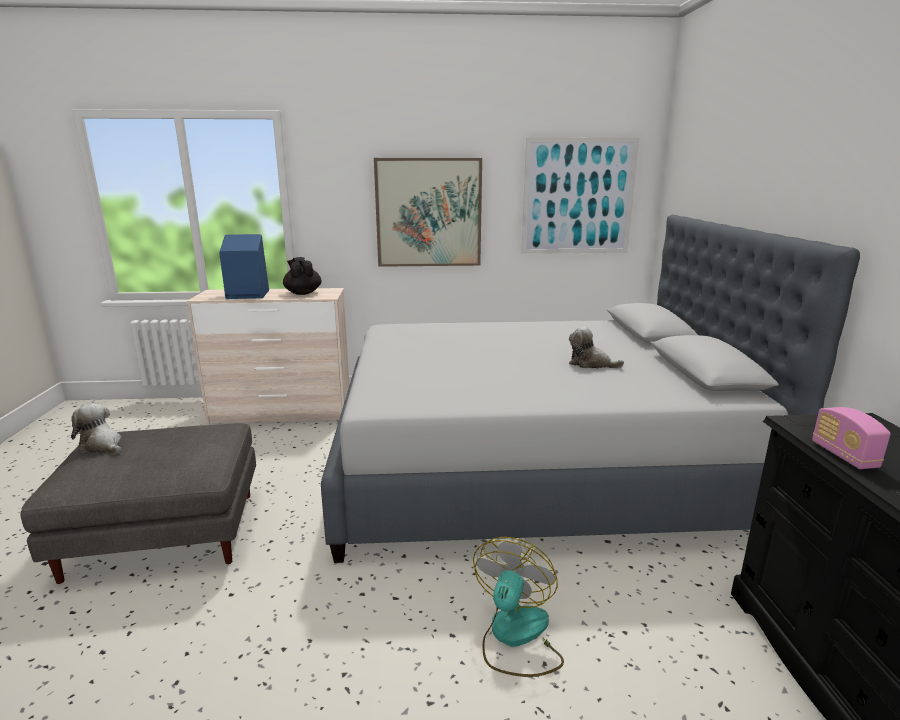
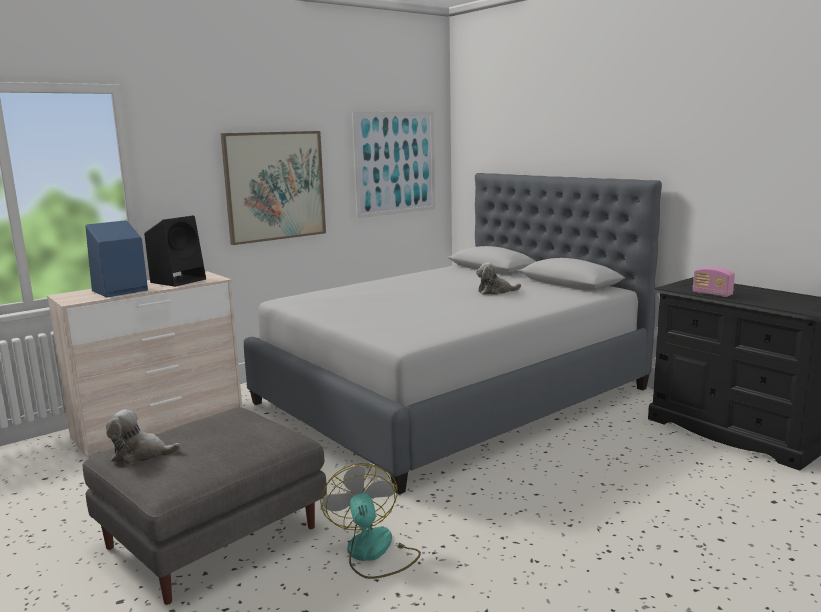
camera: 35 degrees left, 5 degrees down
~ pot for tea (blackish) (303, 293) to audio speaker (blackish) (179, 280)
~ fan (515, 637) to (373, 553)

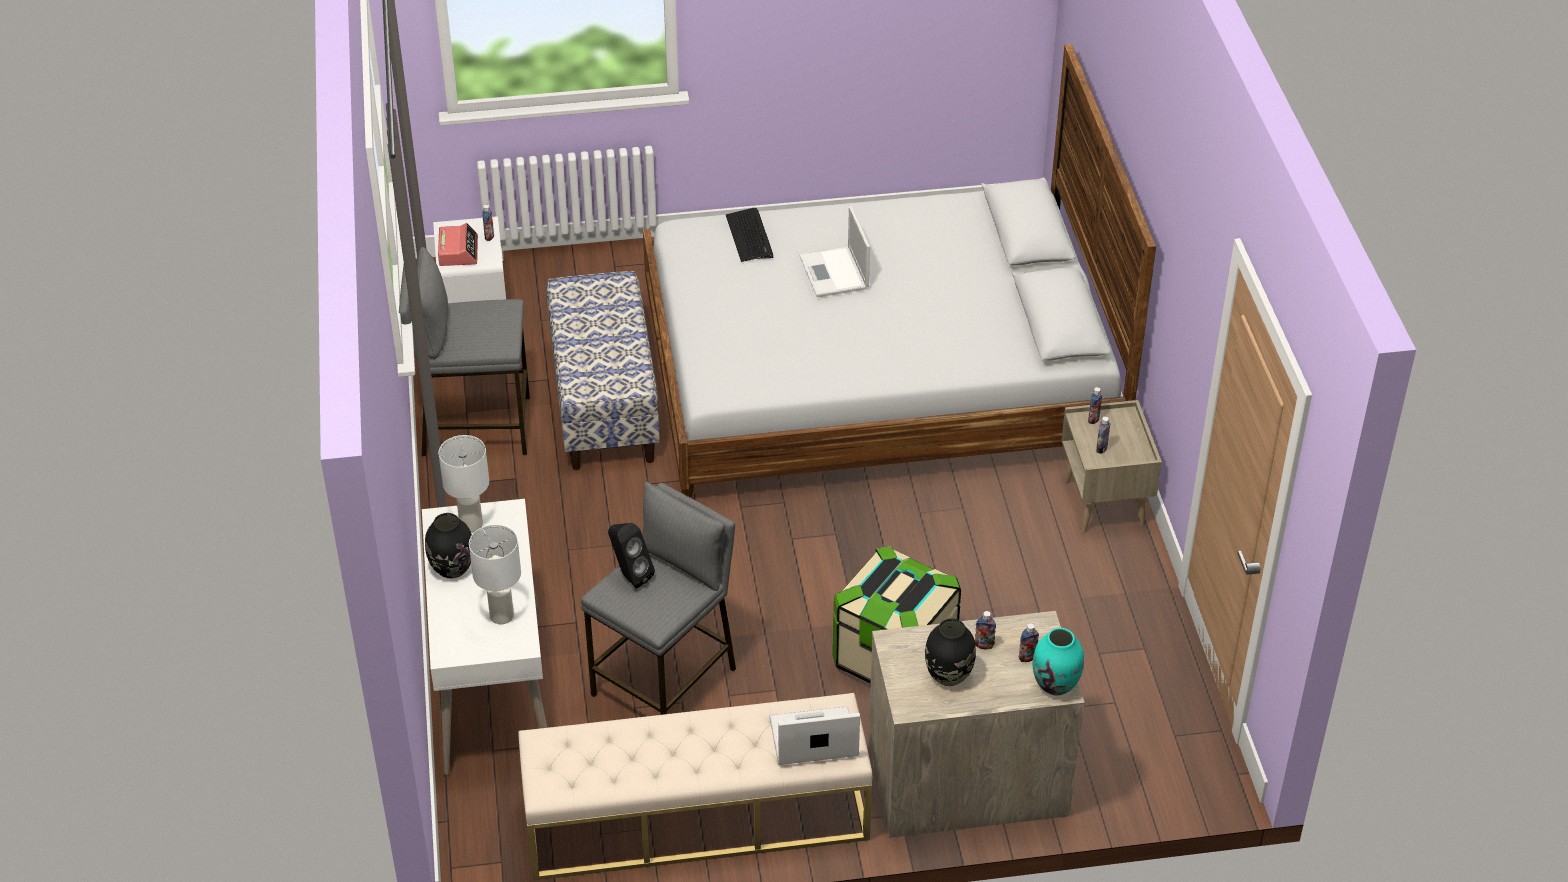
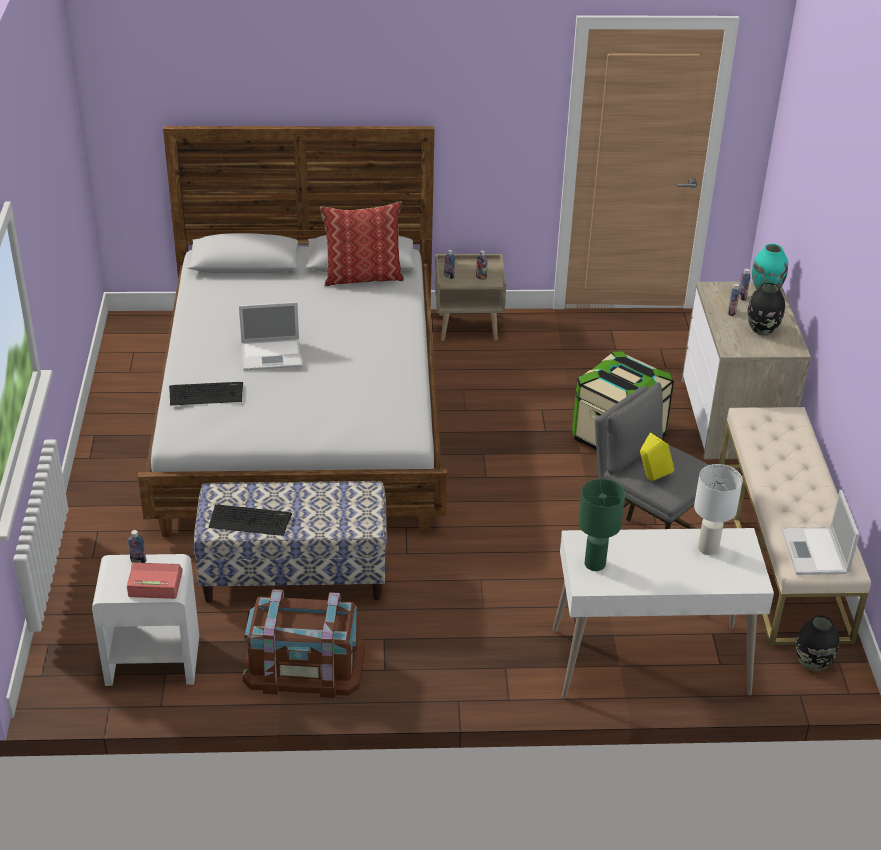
camera: 85 degrees left, 5 degrees down
+ keyboard (250, 521)
~ stool seat (greyish) (475, 426) to storage bin (brown-coloured) (304, 665)
+ pillow (363, 276)
~ table lamp (white-coloured) (470, 524) to table lamp (green-coloured) (594, 564)
~ audio speaker (blackish) (630, 576) to audio speaker (yellowish) (651, 479)
~ notebook computer (811, 738) to (815, 553)
~ vase (blackish) (452, 568) to (811, 663)

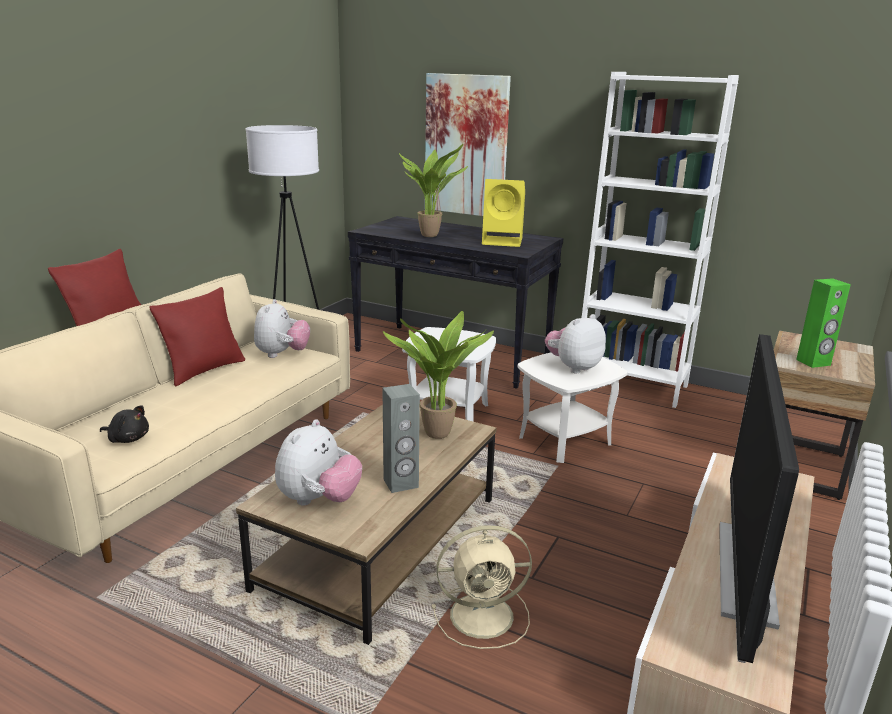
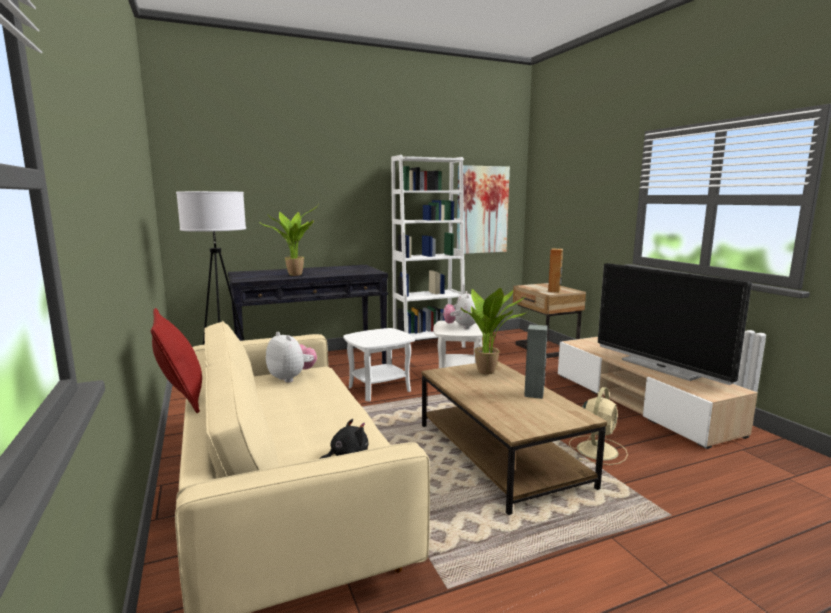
camera: 50 degrees left, 10 degrees down
~ picture (466, 146) to (482, 210)
~ audio speaker (green-coloured) (813, 362) to audio speaker (brown-coloured) (554, 291)
- pillow (red) (204, 370)
- plush toy (319, 500)
- audio speaker (yellowish) (503, 241)

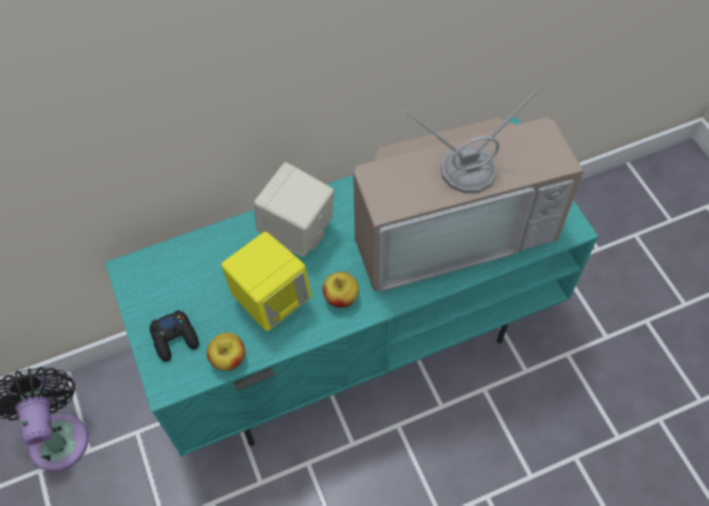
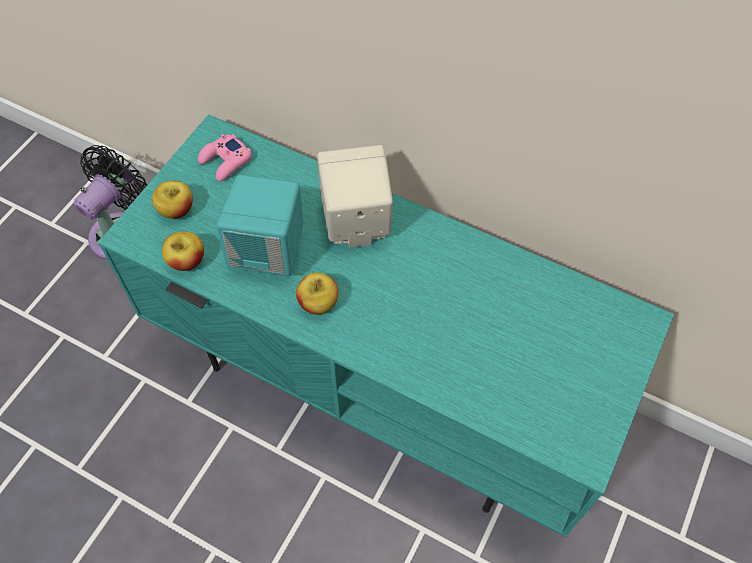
camera: 50 degrees right, 0 degrees up
~ gamepad (blackish) (175, 338) to apple fruit (176, 210)
+ gamepad (pink-coloured) (225, 162)
~ audio speaker (yellowish) (271, 300) to audio speaker (turquoise) (269, 251)
- television (452, 228)

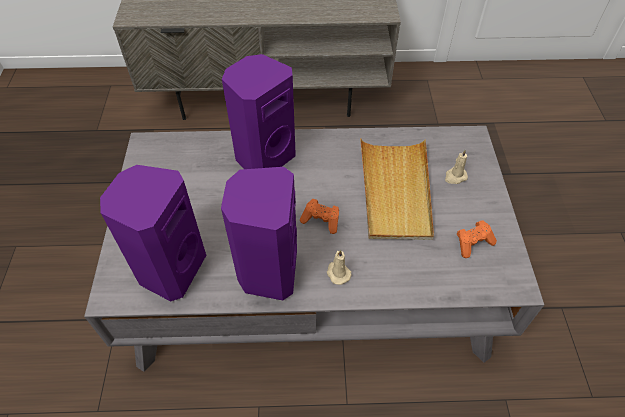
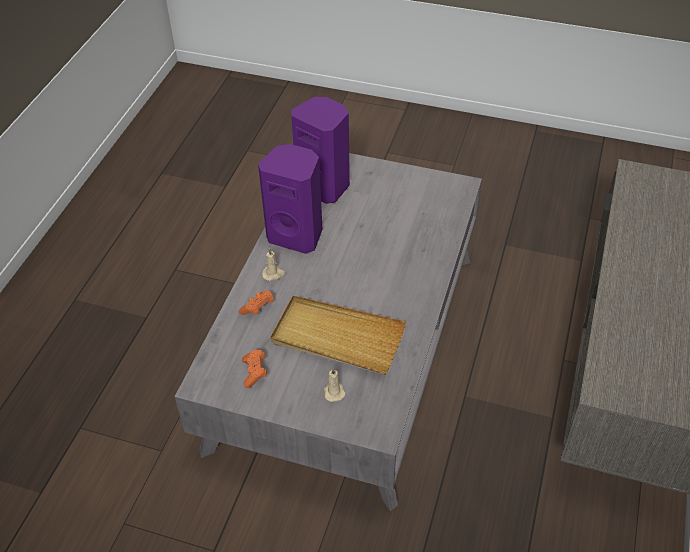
camera: 110 degrees right, 5 degrees down
~ gamepad (orange) (321, 220) to (258, 308)
- audio speaker (purple) (264, 157)

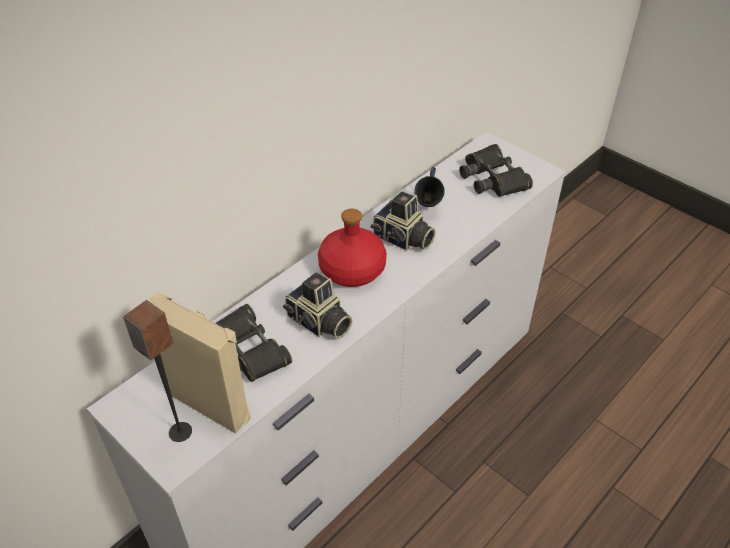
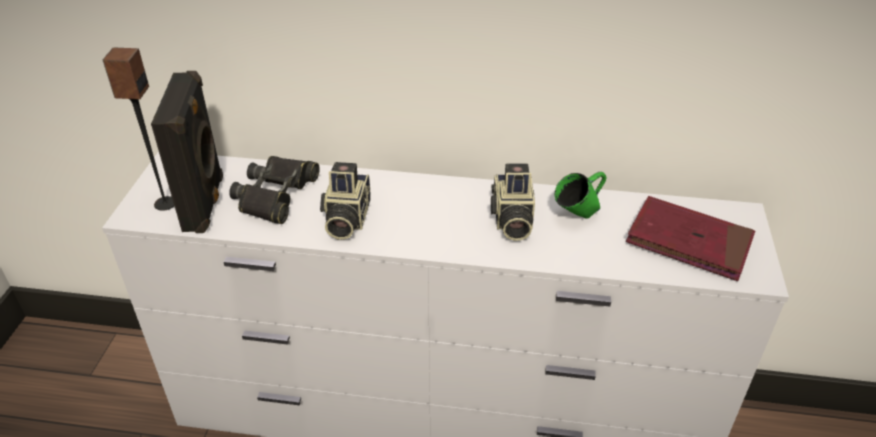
camera: 55 degrees right, 5 degrees down
~ audio speaker (beige) (210, 402) to audio speaker (blackish) (205, 203)
~ tea mug (blue-coloured) (428, 209) to tea mug (green-coloured) (577, 217)
~ binoculars (blackish) (493, 178) to book (red) (689, 242)
- bottle (red) (351, 269)

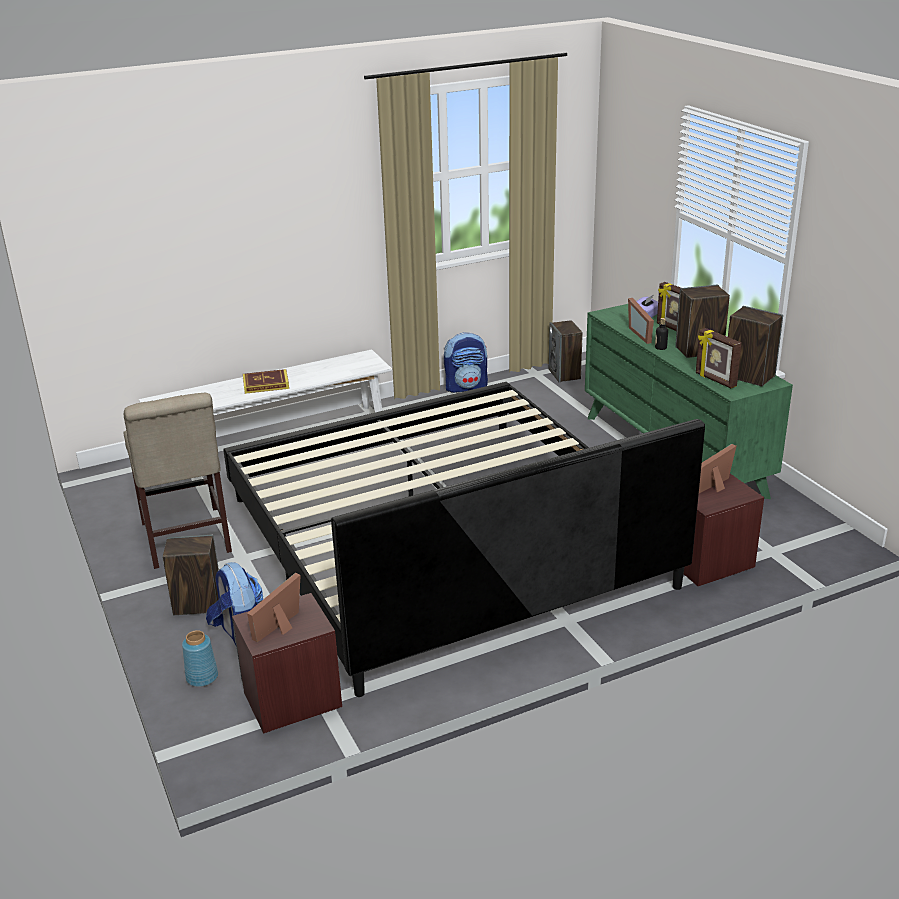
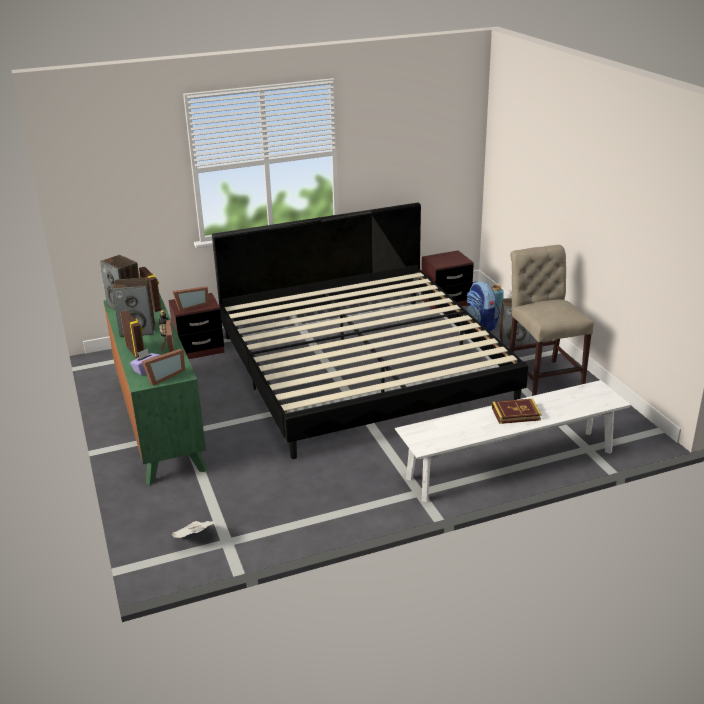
camera: 175 degrees left, 0 degrees up
~ picture frame (282, 626) to (163, 376)
~ audio speaker (564, 374) to daily paper (194, 538)
- rucksack (466, 387)

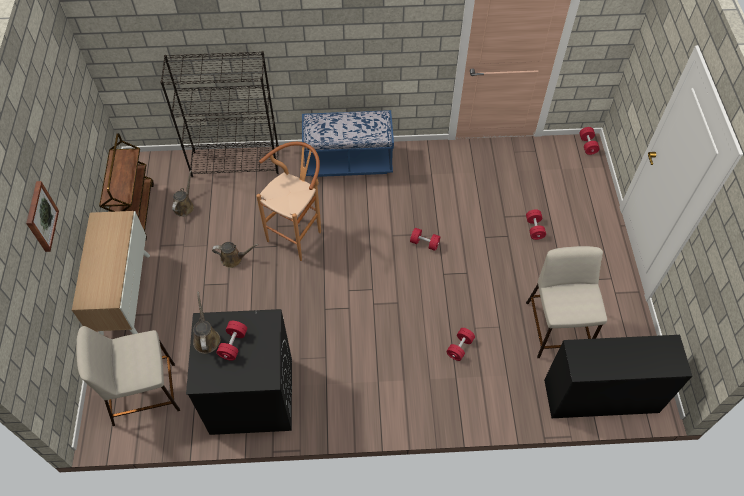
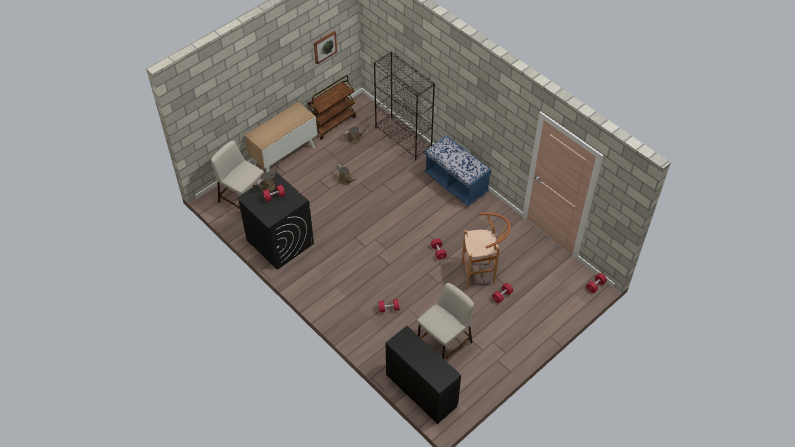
camera: 50 degrees right, 5 degrees down
~ picture (40, 216) to (324, 47)
~ stool seat (brown-coloured) (298, 234) to (481, 274)

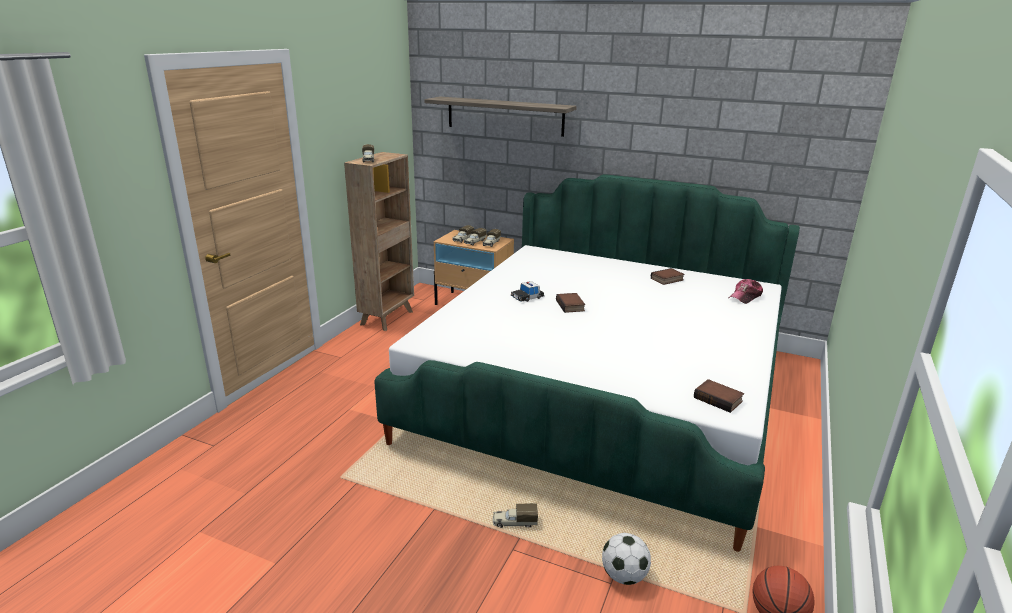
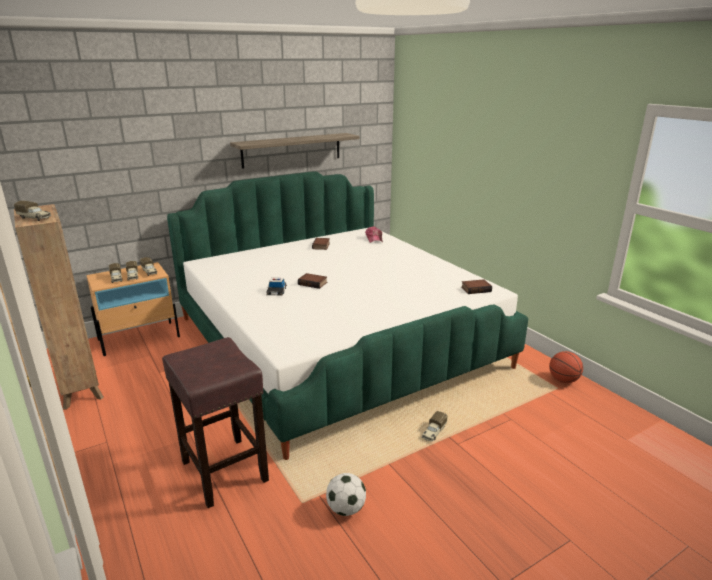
camera: 55 degrees left, 0 degrees up
+ stool seat (brown-coloured) (225, 471)
~ wall shelf (504, 116) to (292, 150)
~ football ball (624, 576) to (345, 509)

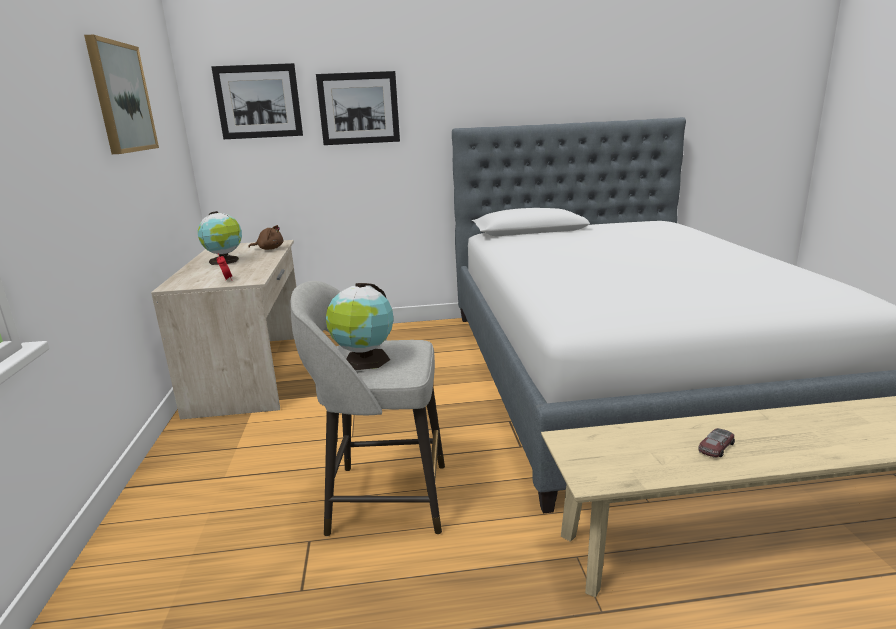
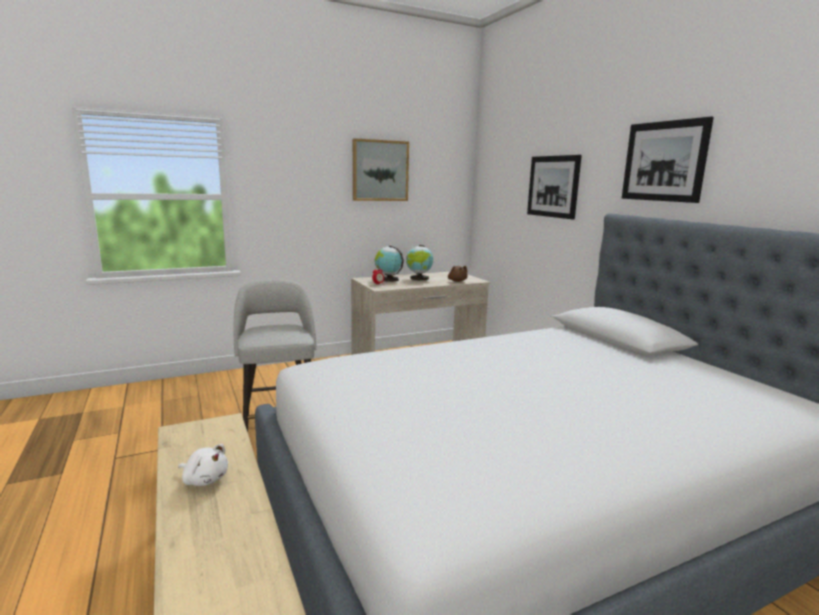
camera: 70 degrees right, 5 degrees down
~ toy car (716, 447) to plush toy (white-coloured) (204, 479)
~ globe (364, 361) to (388, 279)
~ picture (258, 101) to (664, 161)

